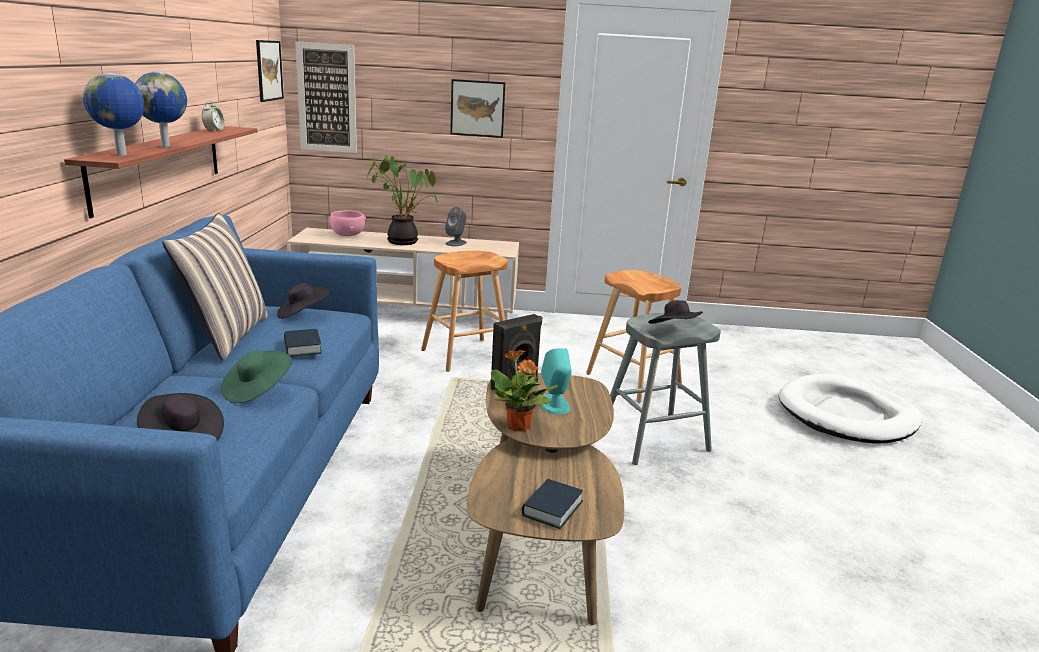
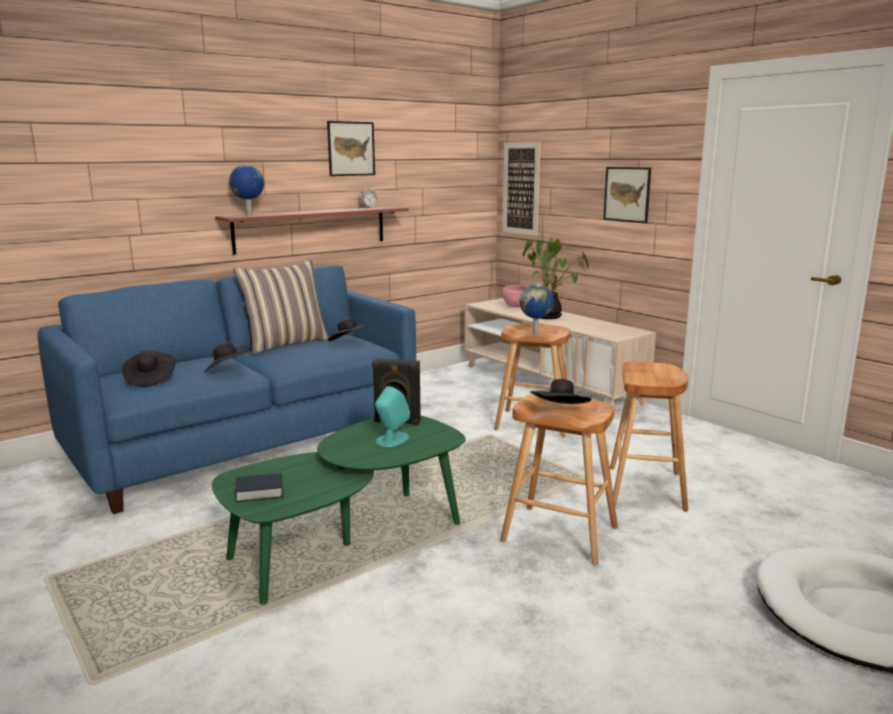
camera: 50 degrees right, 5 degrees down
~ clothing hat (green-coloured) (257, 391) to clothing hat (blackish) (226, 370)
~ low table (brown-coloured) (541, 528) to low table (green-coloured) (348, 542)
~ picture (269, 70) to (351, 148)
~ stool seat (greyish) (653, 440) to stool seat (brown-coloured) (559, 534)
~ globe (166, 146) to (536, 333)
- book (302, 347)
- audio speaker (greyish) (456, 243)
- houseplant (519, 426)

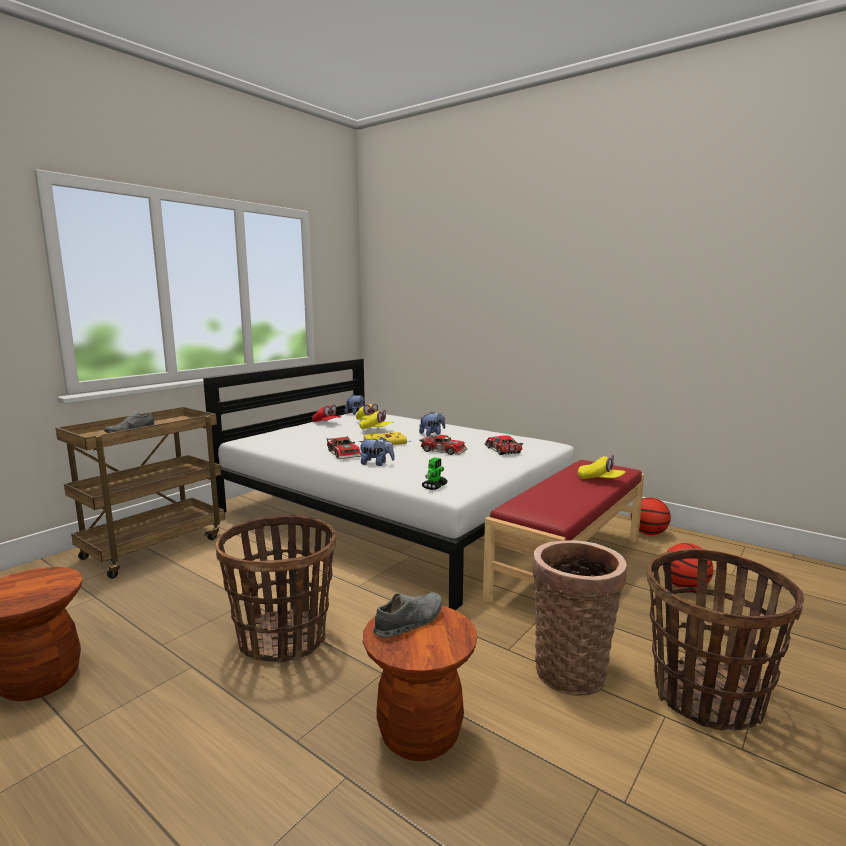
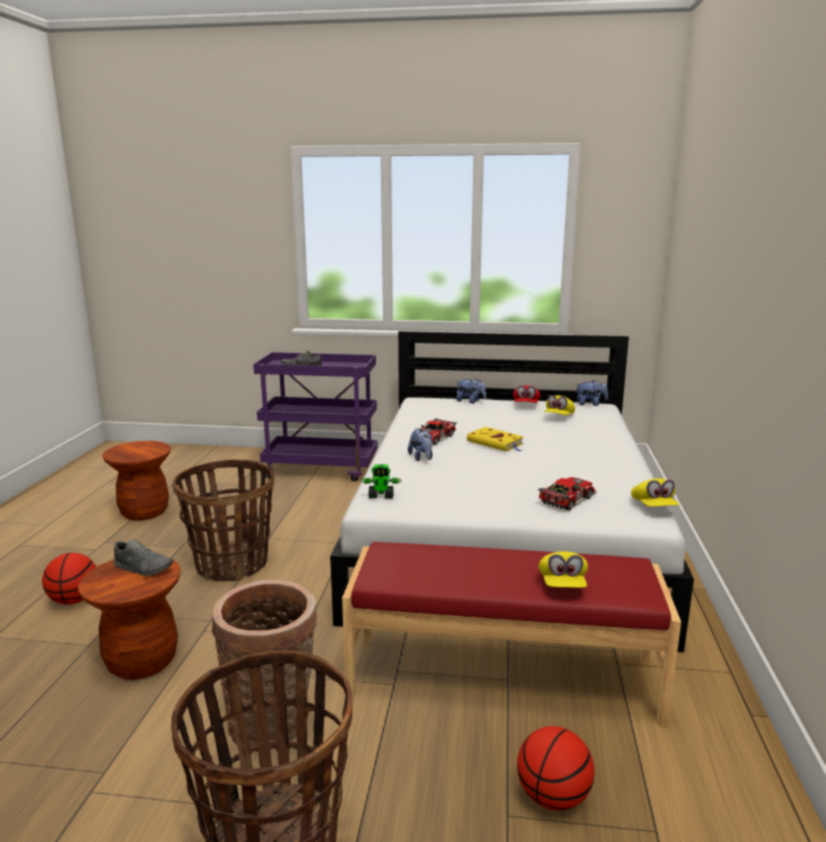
camera: 60 degrees right, 5 degrees up
~ basketball (648, 533) to (74, 600)
~ wheeled cart (brown-coloured) (154, 547) to wheeled cart (purple) (322, 469)
~ plush toy (432, 434) to (470, 401)
~ cap (yellowish) (376, 430) to (653, 507)
- toy car (444, 450)

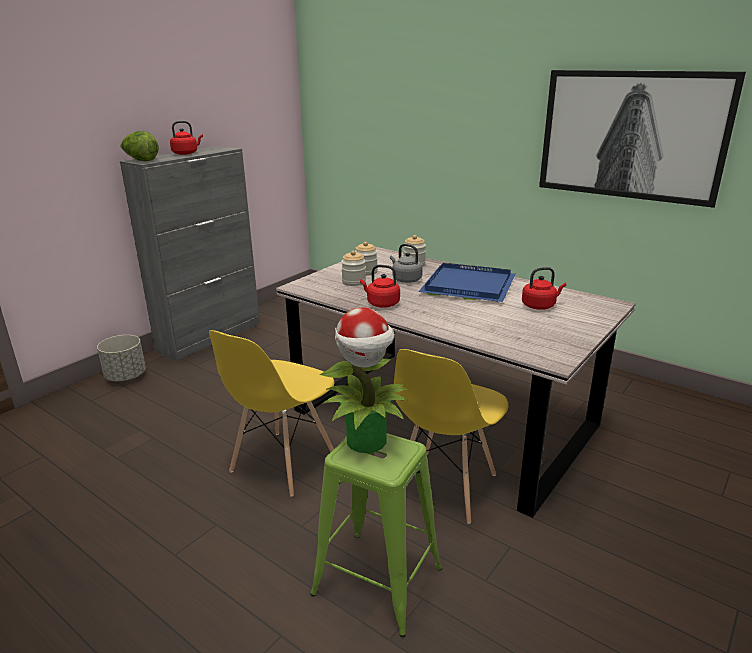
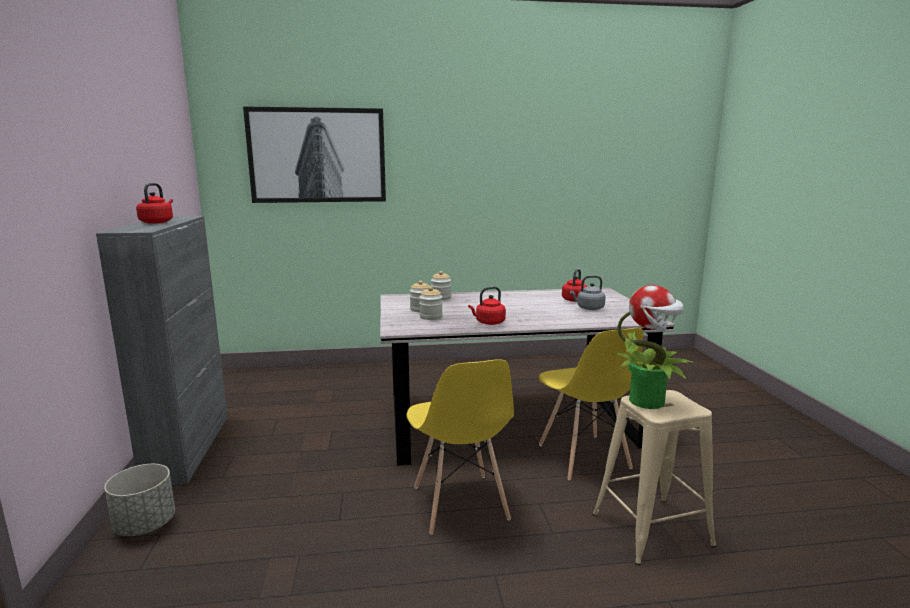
camera: 45 degrees left, 10 degrees down
~ picture (631, 135) to (317, 155)
~ water kettle (greyish) (405, 279) to (588, 308)
~ stool seat (green-coloured) (376, 580) to stool seat (beige) (650, 529)
- lettuce (141, 161)
- tray (blue-coloured) (466, 286)

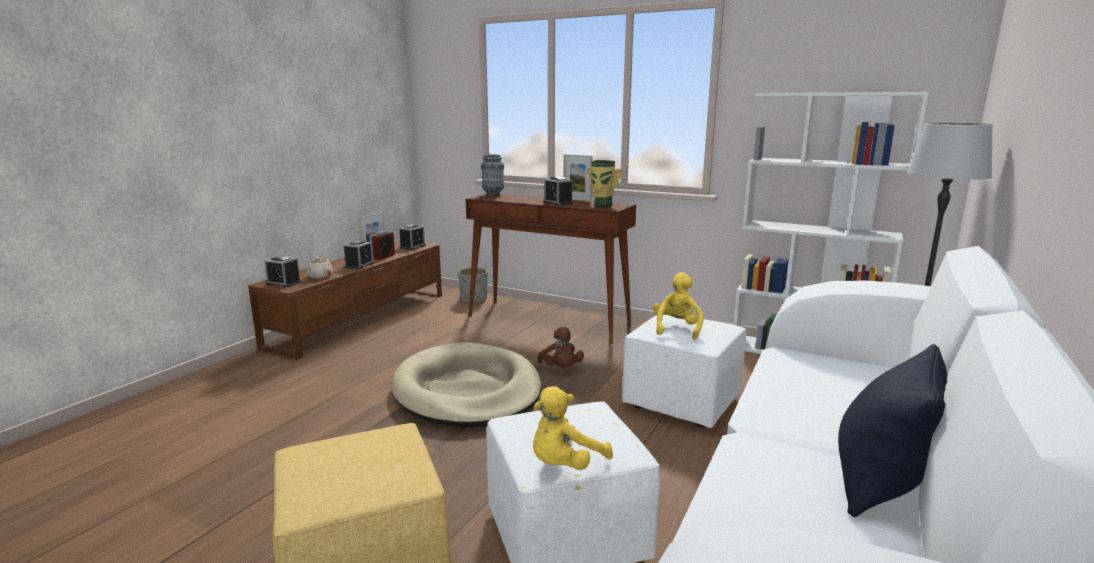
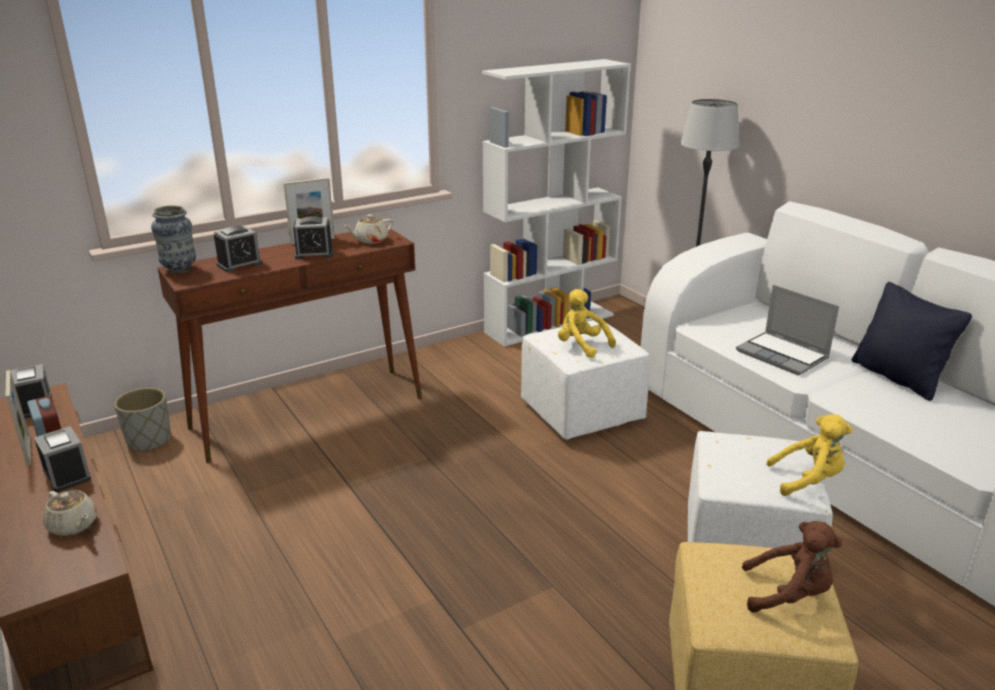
camera: 60 degrees left, 10 degrees up
~ table clock (284, 283) to (239, 264)
~ vase (602, 206) to pot for tea (beige) (370, 240)
+ notebook computer (783, 355)
~ plush toy (brown-coloured) (561, 369) to (789, 595)
~ plush toy (yellowish) (565, 465) = (808, 480) 75 degrees counterclockwise
- dog bed (beige) (467, 391)

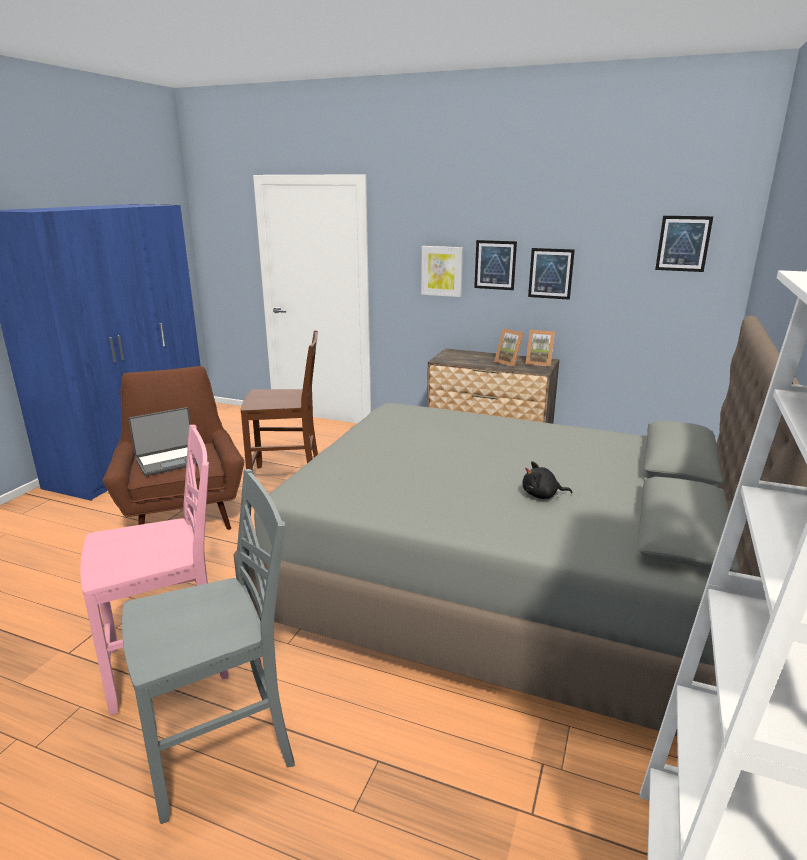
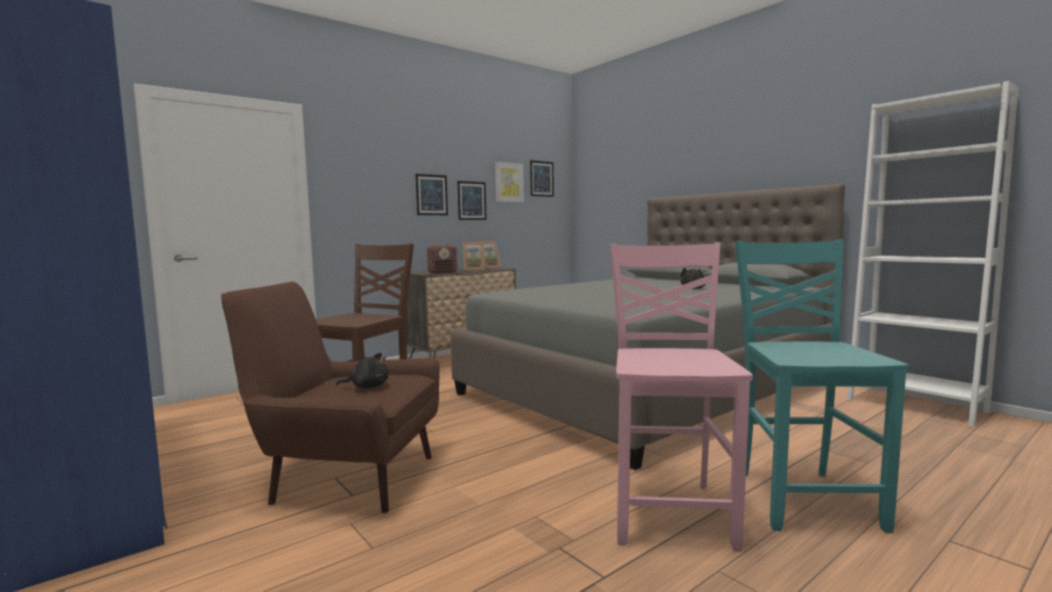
camera: 60 degrees left, 15 degrees down
~ notebook computer (170, 461) to plush toy (blackish) (367, 387)
+ radio set (443, 273)
~ picture (442, 271) to (508, 182)
~ chair (greyish) (223, 751) to chair (turquoise) (804, 498)

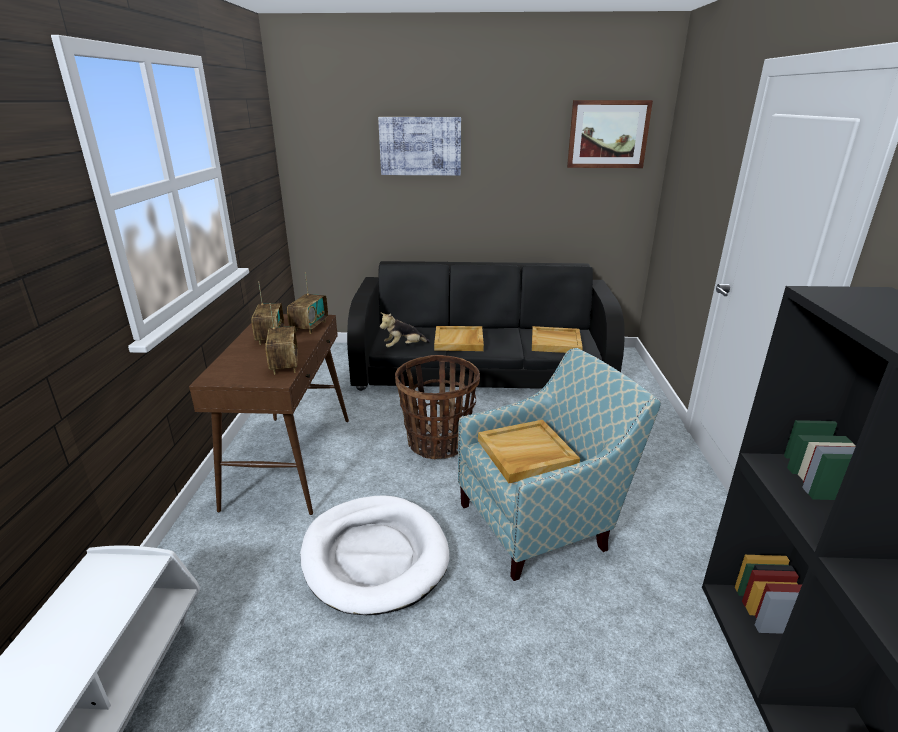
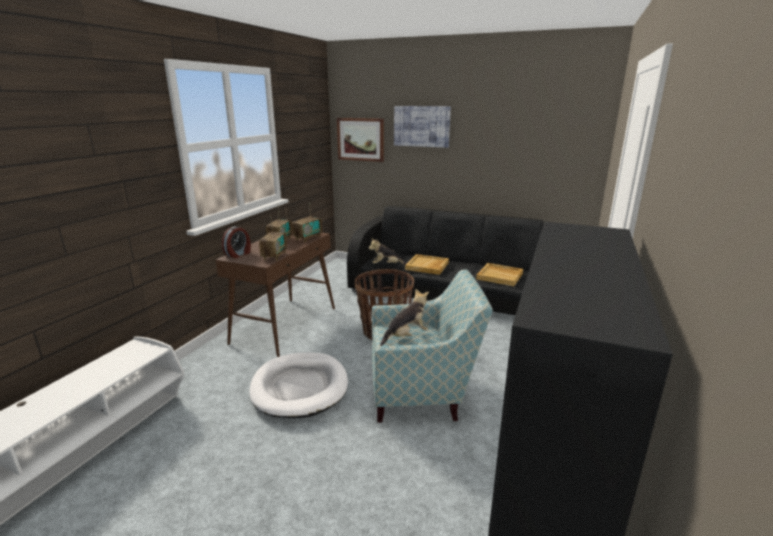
camera: 20 degrees right, 5 degrees down
+ table clock (238, 254)
~ picture (608, 134) to (360, 139)
~ tray (beige) (526, 454) to plush toy (406, 336)

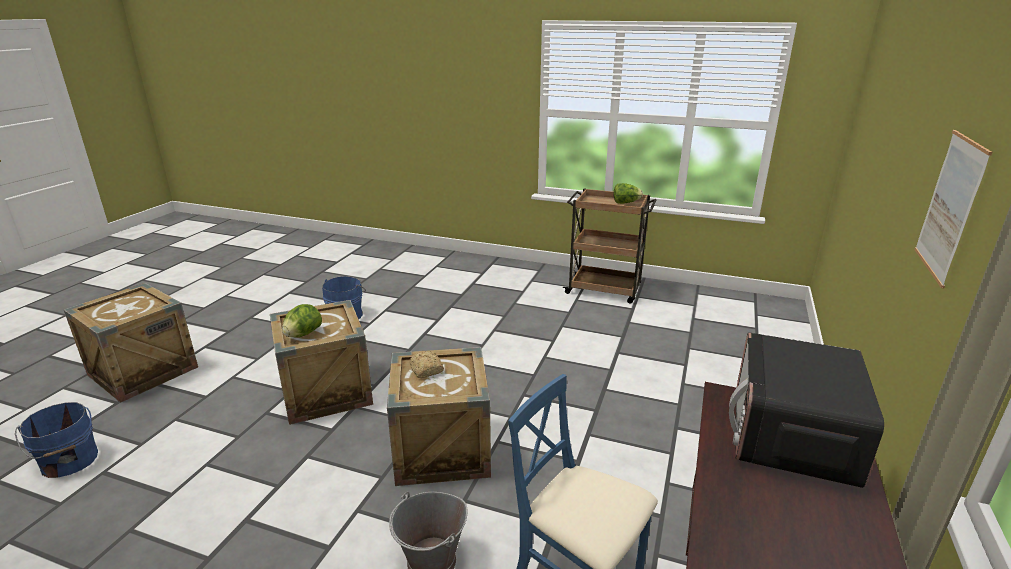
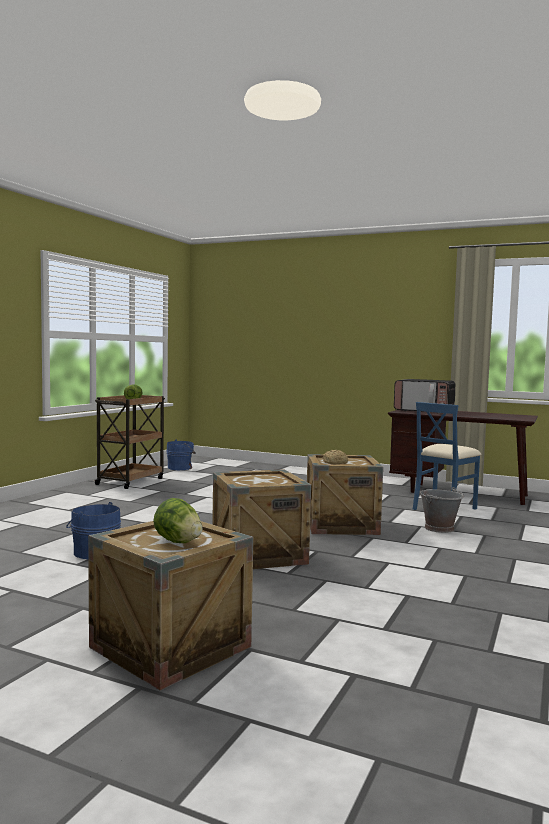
camera: 85 degrees left, 20 degrees down
~ lettuce (303, 334) to (178, 542)
~ bucket (blue-coloured) (69, 462) to (181, 468)
- picture (949, 207)

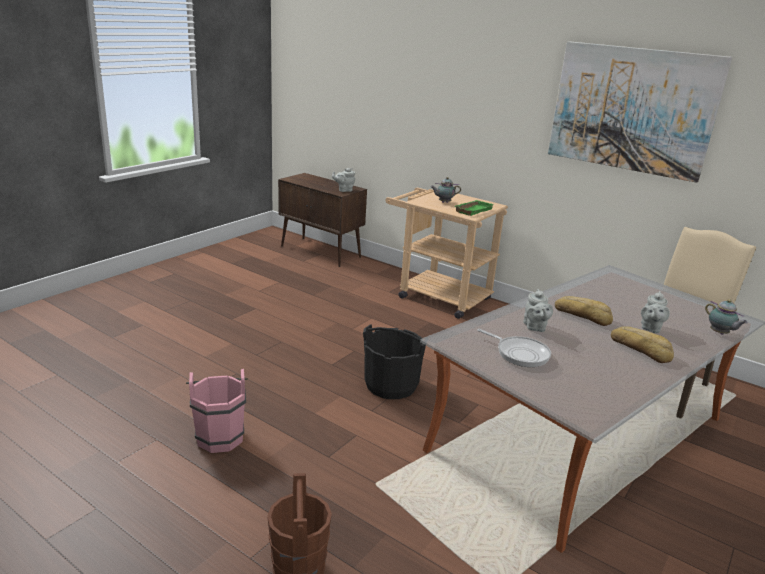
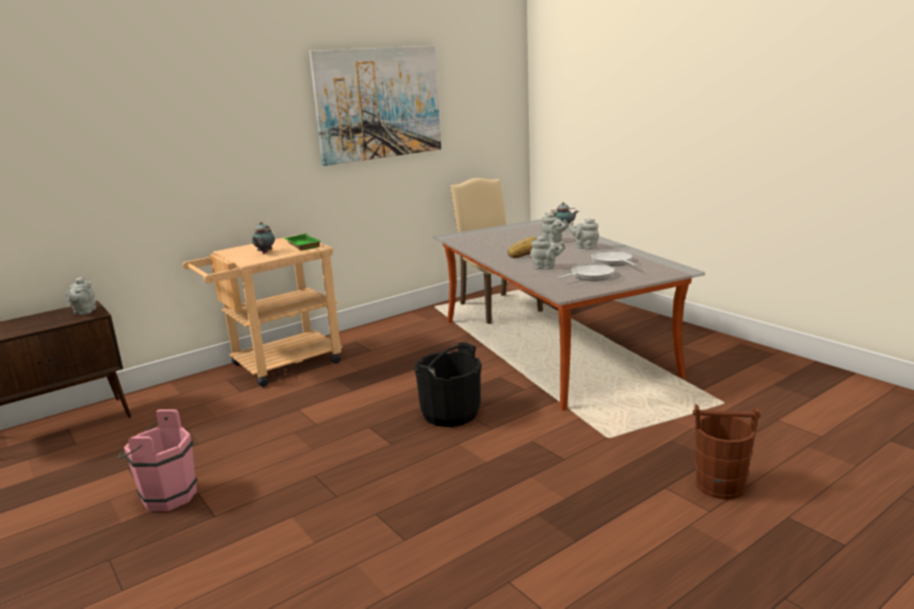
camera: 70 degrees left, 5 degrees down
~ bucket (pink-coloured) (220, 435) to (165, 496)
~ bread (641, 349) to pot for tea (greyish) (585, 247)
+ skillet (613, 261)

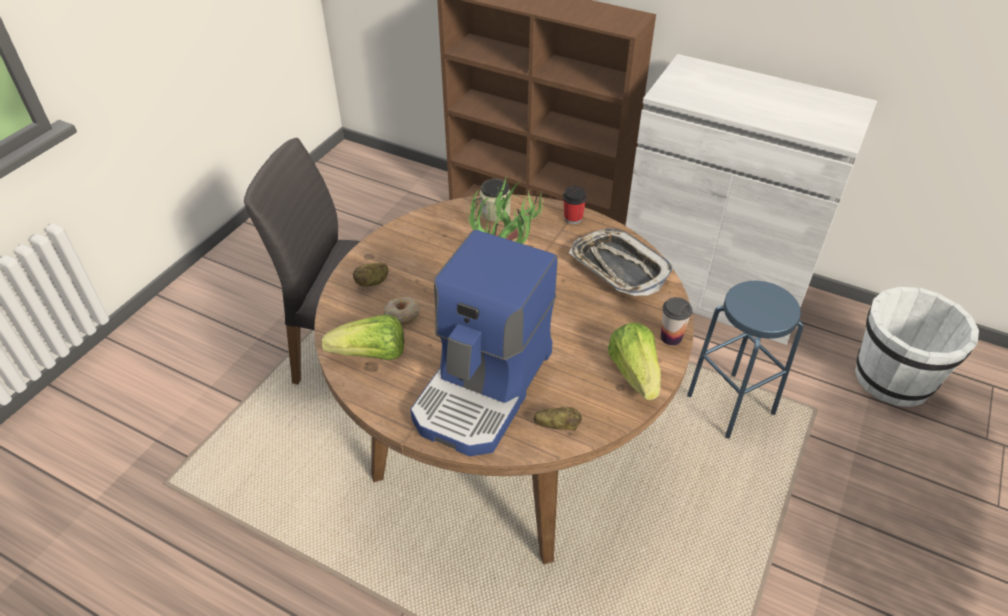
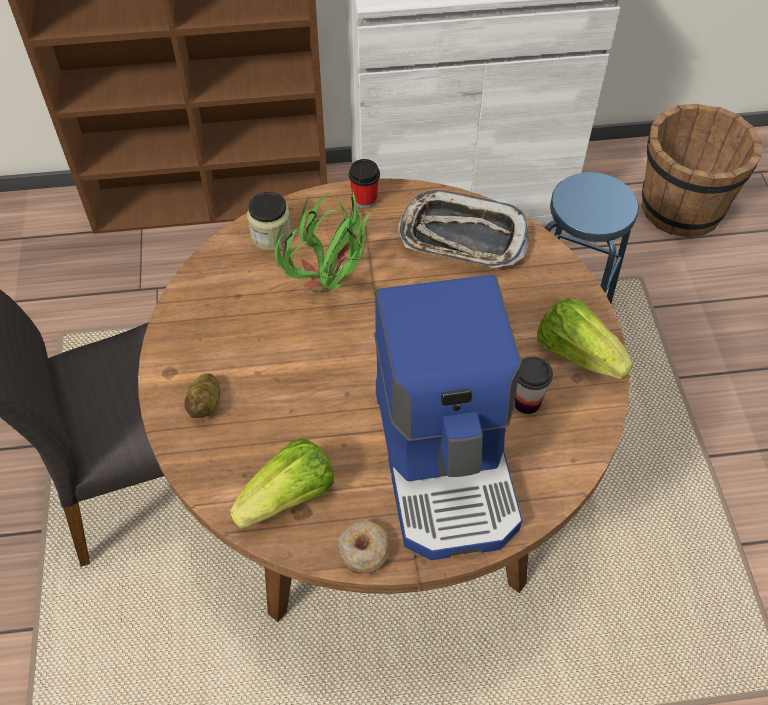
camera: 35 degrees left, 10 degrees up
~ doughnut (402, 315) to (363, 551)
~ cup (671, 337) to (526, 402)
~ bucket (white-coloured) (893, 378) to bucket (brown-coloured) (680, 207)
- potato (557, 426)

